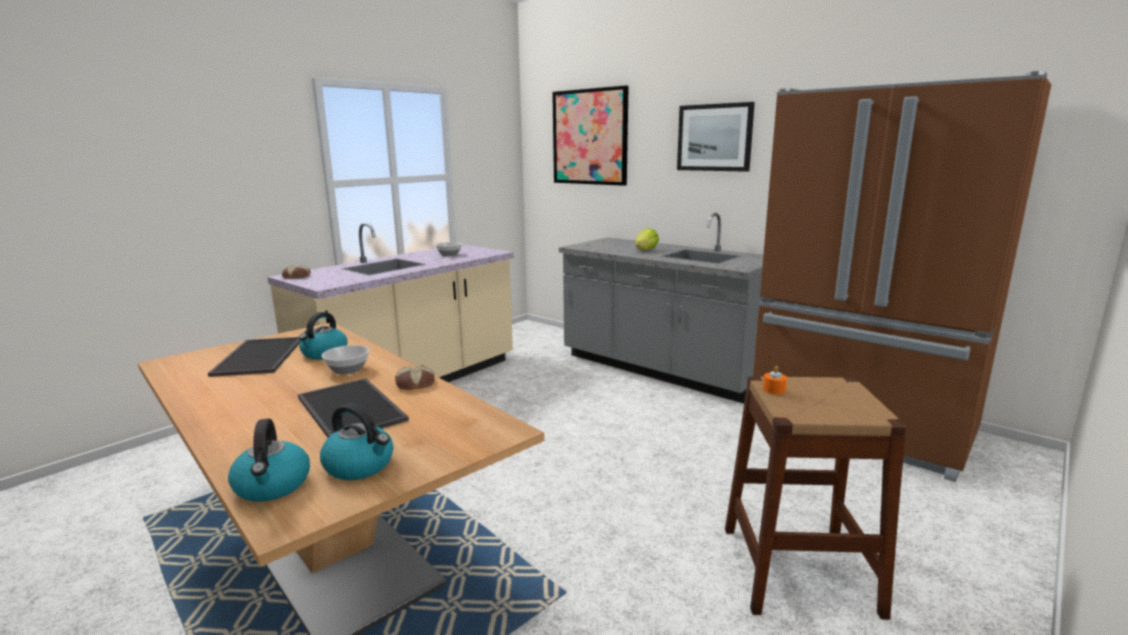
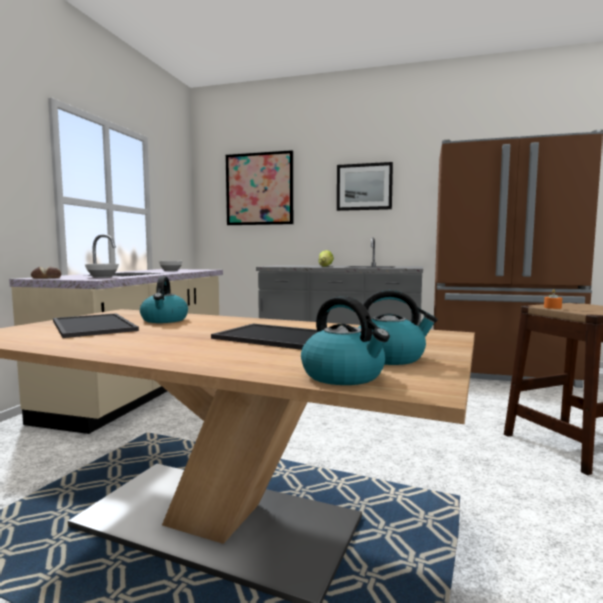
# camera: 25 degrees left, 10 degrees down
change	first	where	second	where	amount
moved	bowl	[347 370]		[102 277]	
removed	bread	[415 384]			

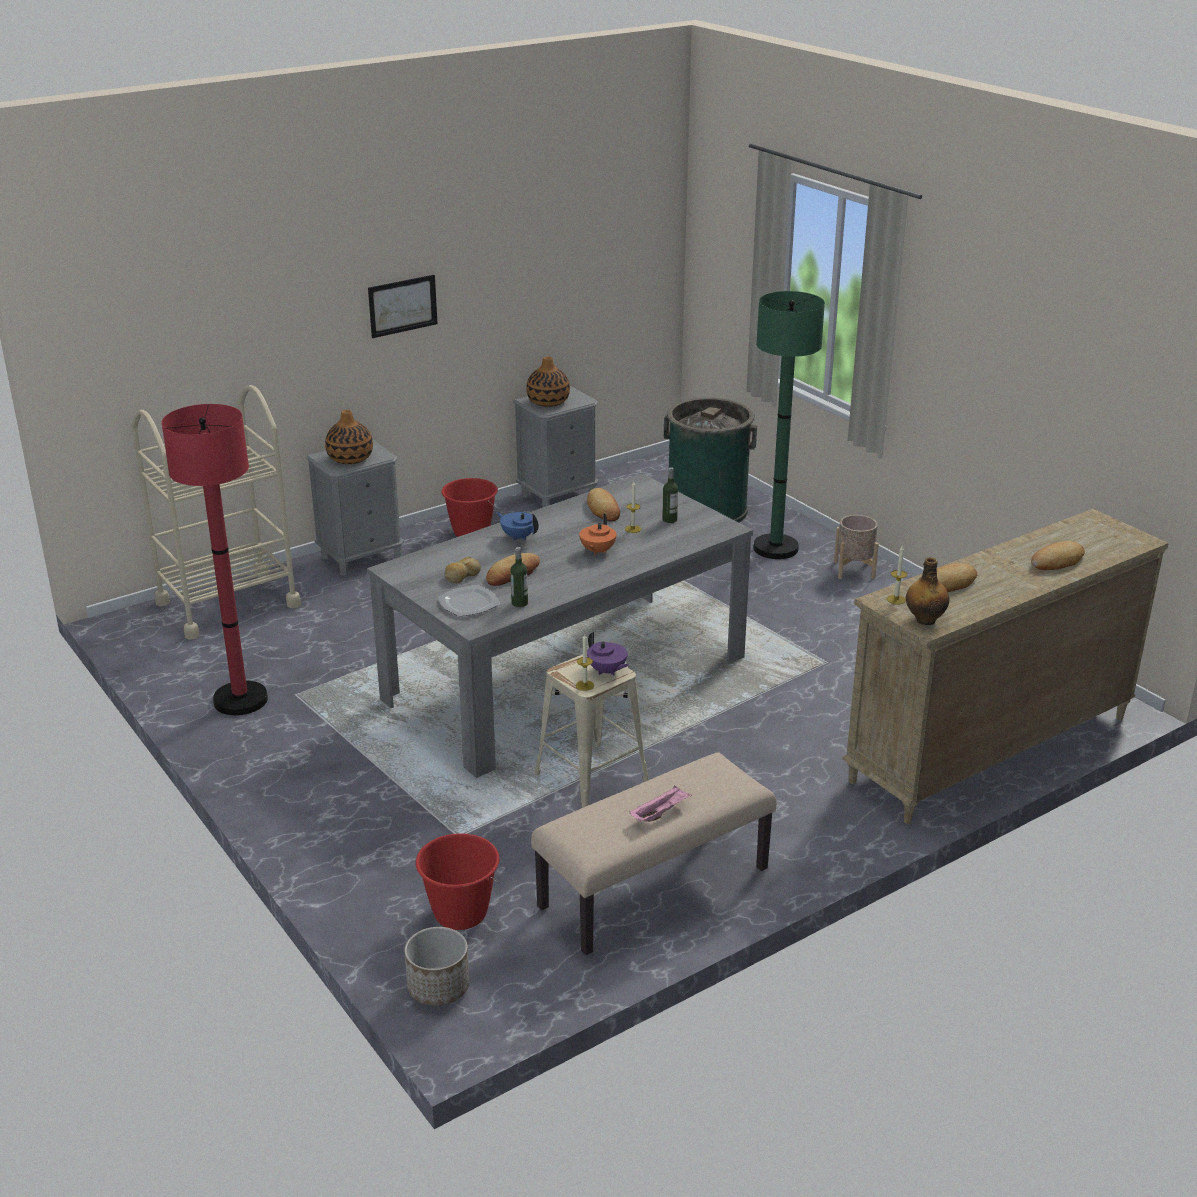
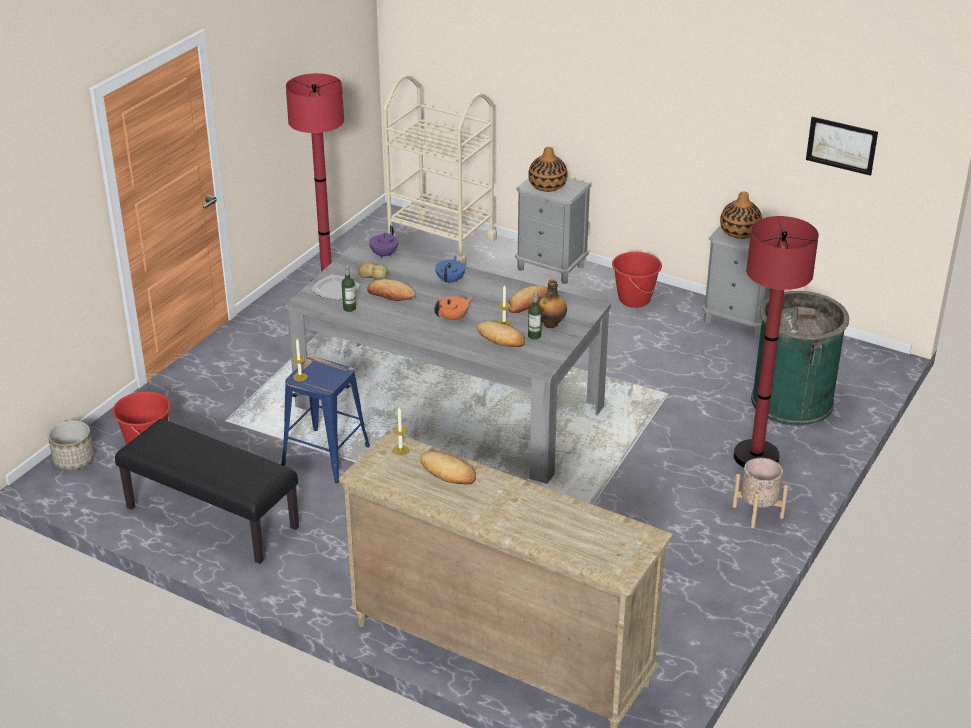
# camera: 65 degrees right, 5 degrees up
change	first	where	second	where	amount
recoloured	bench in beige	[654 889]	bench in black	[211 518]	
recoloured	stool in beige	[592 779]	stool in blue	[325 456]	
moved	teapot in purple	[607 671]		[383 255]	
turned	teapot in orange	[597 551]		[453 318]	150 degrees clockwise
moved	bread	[1057 561]		[501 338]	
moved	bottle	[925 619]		[551 324]	
recoloured	floor lamp in green	[775 548]	floor lamp in red	[756 457]	
moved	picture	[402 305]		[841 145]	
removed	tray in pink	[660 813]			

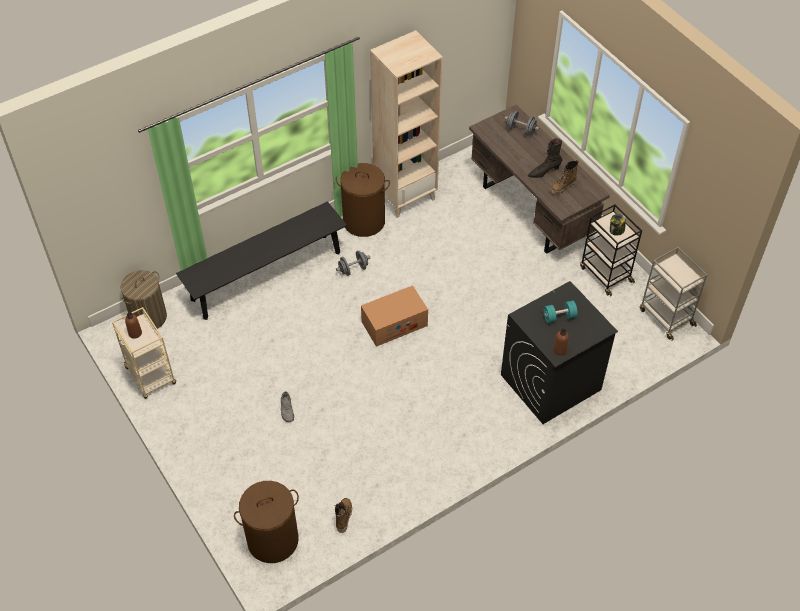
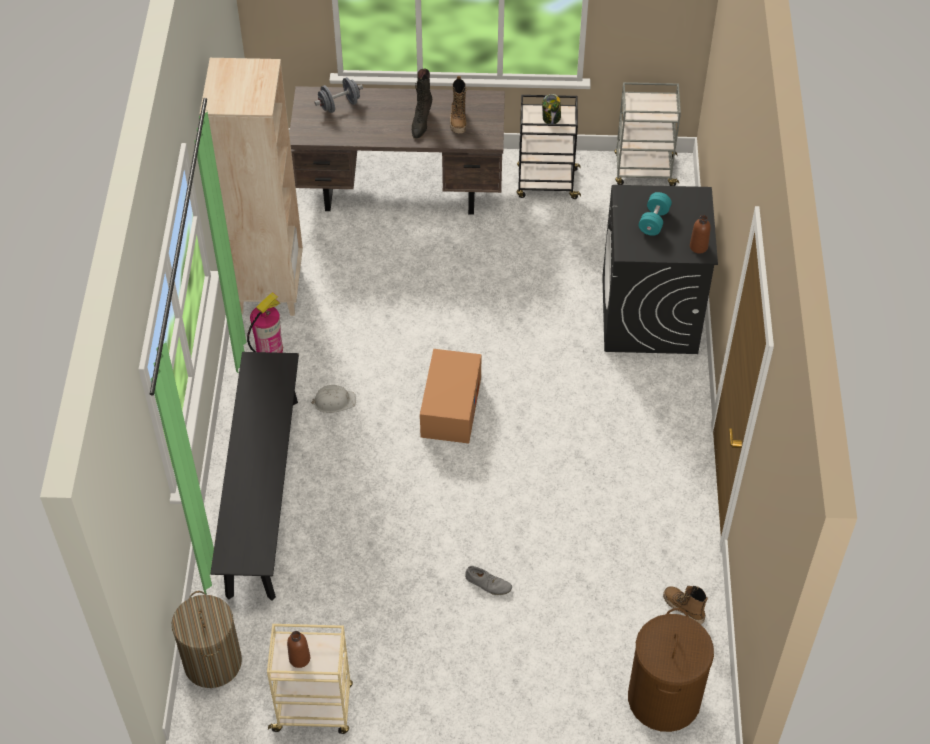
# camera: 55 degrees left, 0 degrees up
change	first	where	second	where	amount
replaced	laundry basket in brown	[364 221]	fire extinguisher	[269 349]	
replaced	dumbbell in grey	[353 269]	hard hat in white	[334 401]	

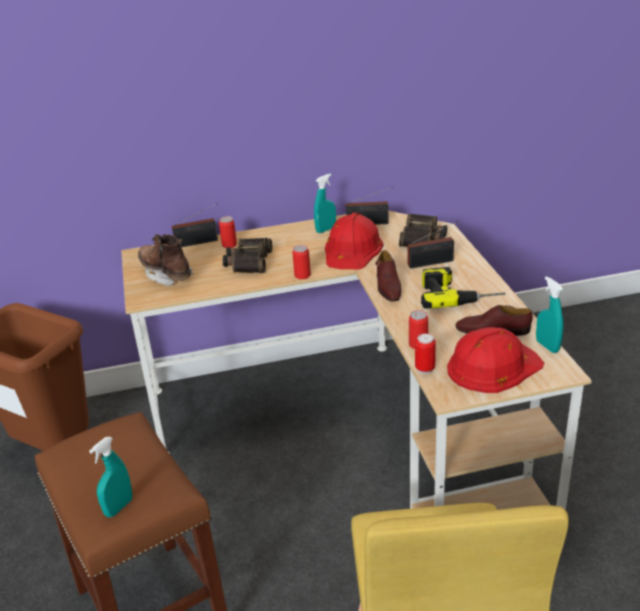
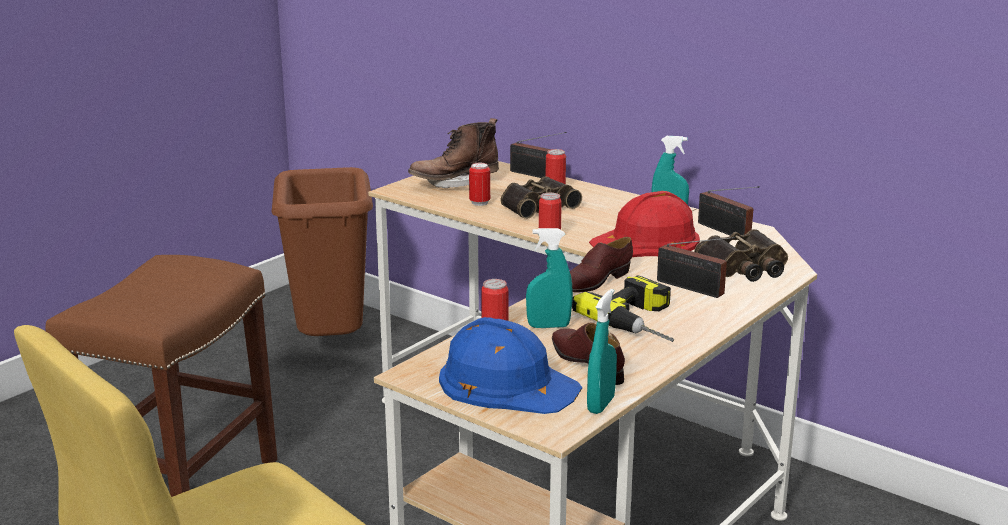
# camera: 50 degrees right, 10 degrees down
change	first	where	second	where	amount
turned	boot in brown	[166 274]		[454 184]	120 degrees counterclockwise
recoloured	hard hat in red	[493 366]	hard hat in blue	[507 383]	
moved	can	[425 369]		[479 203]	
moved	spray bottle in turquoise	[119 507]		[548 326]	

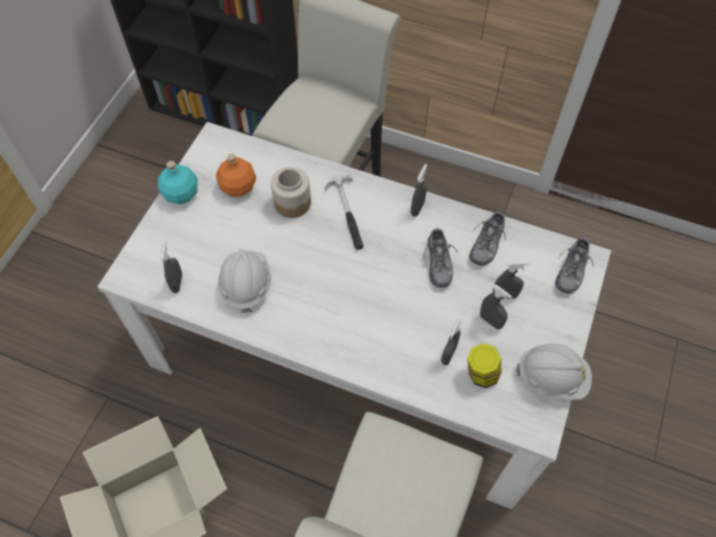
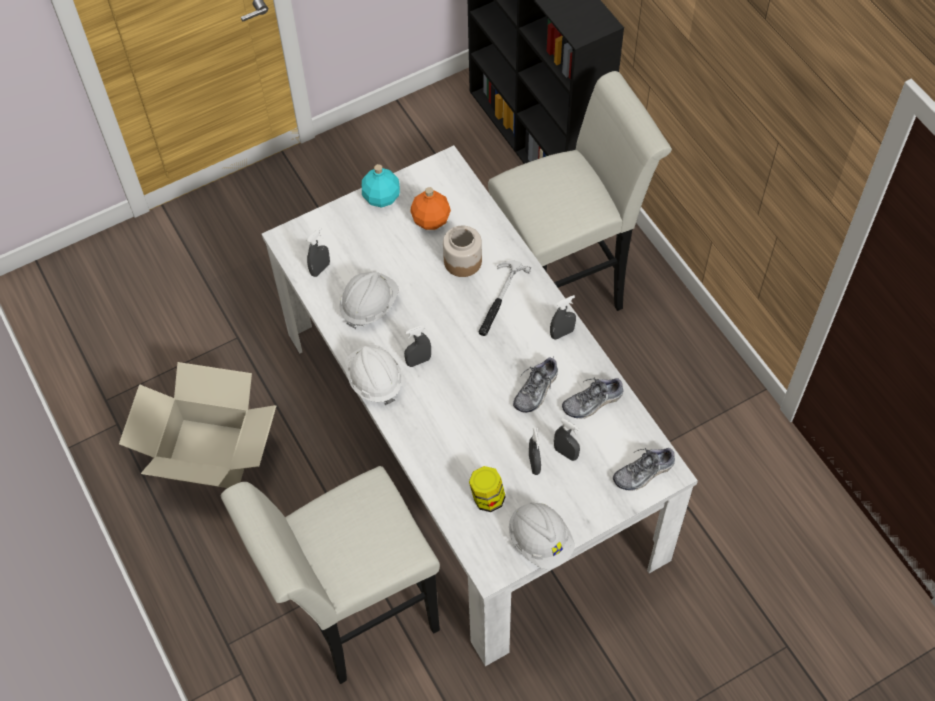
# camera: 40 degrees right, 0 degrees up
change	first	where	second	where	amount
added			hard hat in white	[374 380]	
moved	spray bottle in grey	[448 354]		[418 361]	

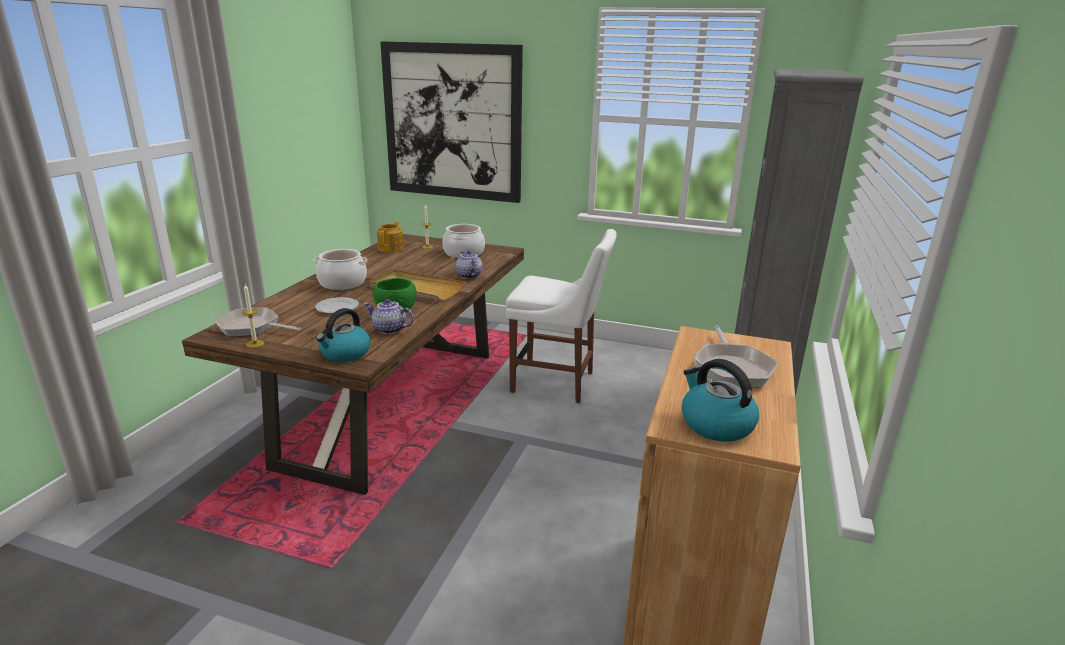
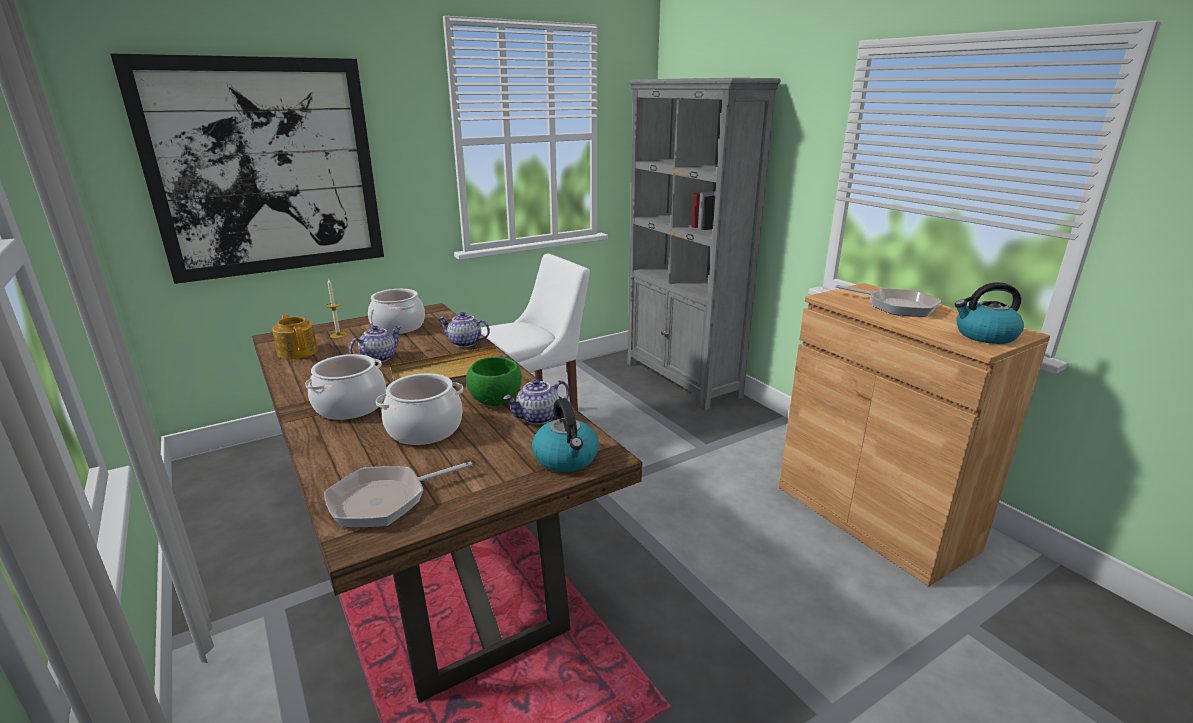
# camera: 50 degrees left, 0 degrees up
change	first	where	second	where	amount
added			teapot	[378 358]	
replaced	plate	[337 308]	cooking pot	[424 429]	
removed	candle	[255 344]			

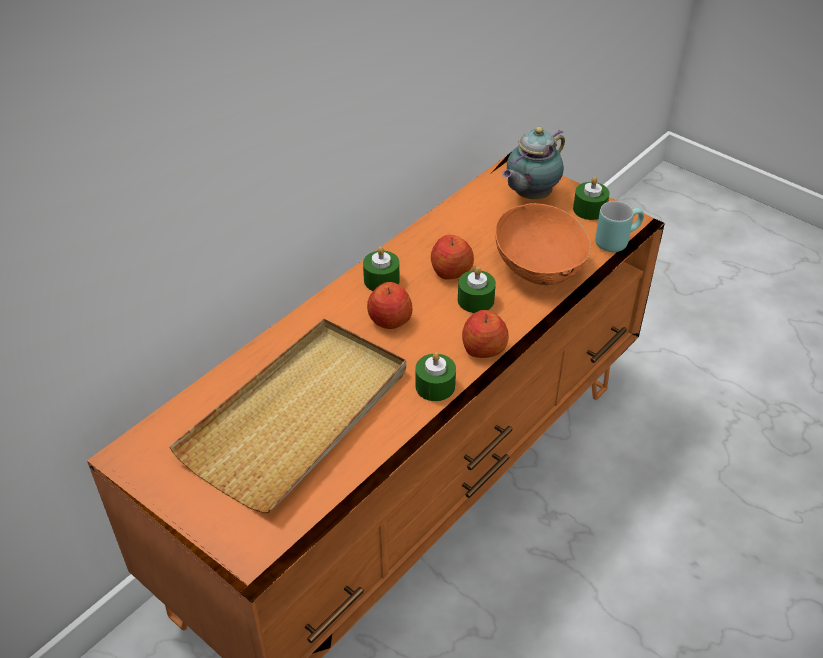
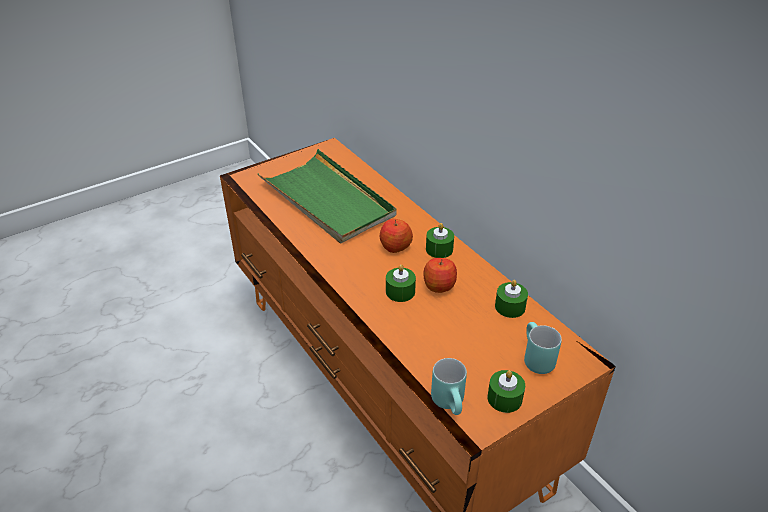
# camera: 105 degrees right, 5 degrees down
change	first	where	second	where	amount
recoloured	tray in beige	[298 416]	tray in green	[327 200]	
moved	candle in green	[435 386]		[510 307]	
replaced	teapot	[529 196]	mug in turquoise	[534 358]	
removed	apple	[483 348]			
removed	bowl in orange	[540 267]			

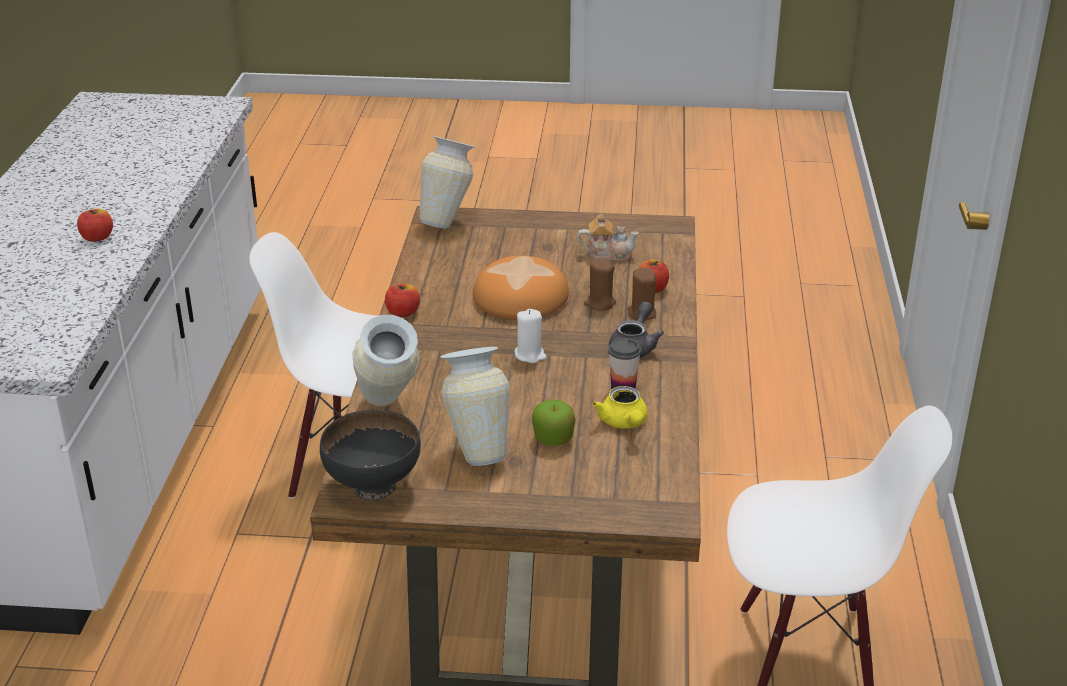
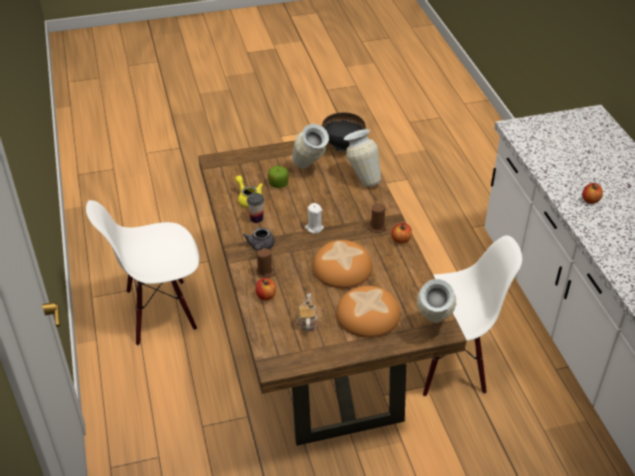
# camera: 160 degrees right, 10 degrees up
change	first	where	second	where	amount
turned	teapot	[607 254]		[307 321]	105 degrees clockwise
added			bread	[368 315]	
moved	candle in brown	[600 303]		[377 227]	

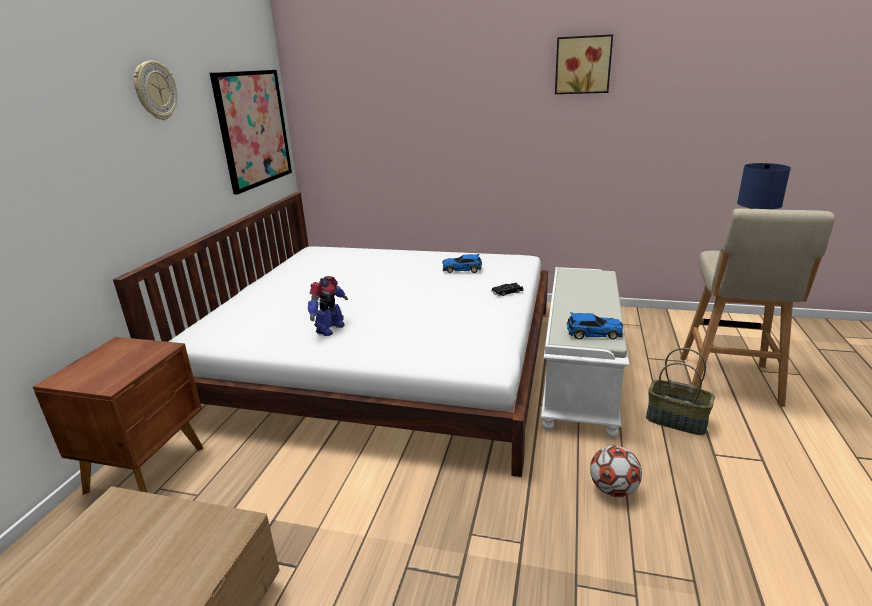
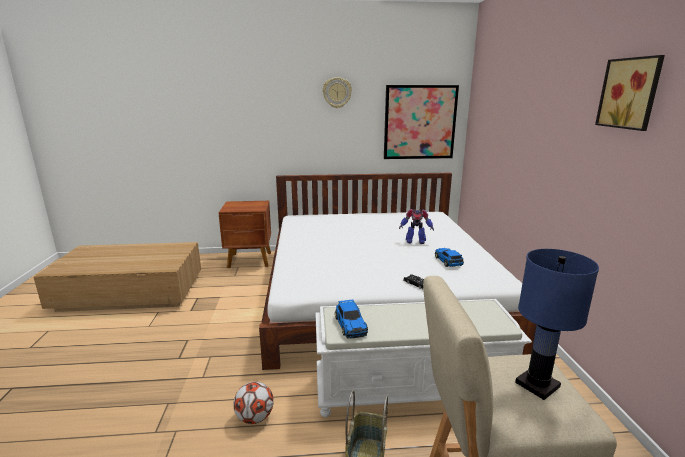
# camera: 70 degrees right, 5 degrees down
change	first	where	second	where	amount
moved	toy robot	[329 329]		[415 241]	

